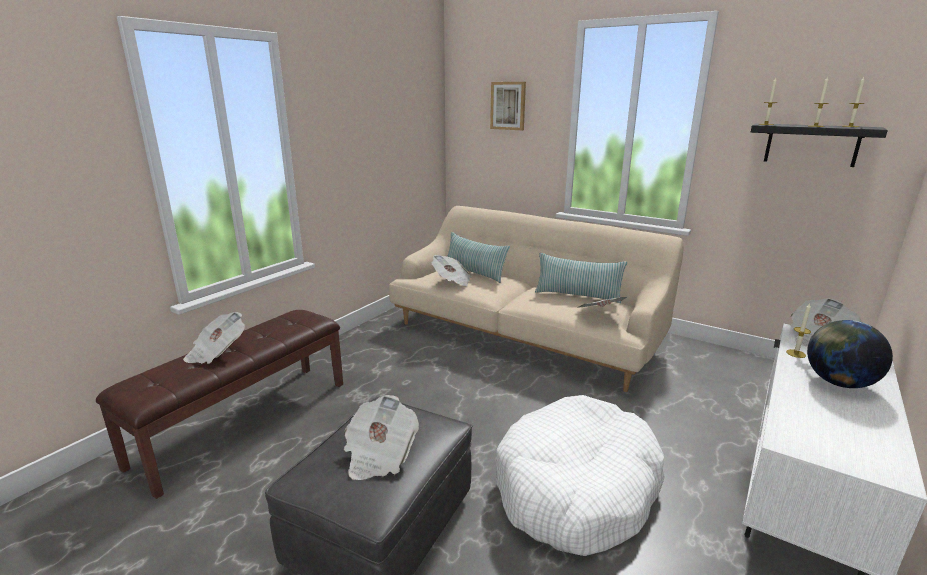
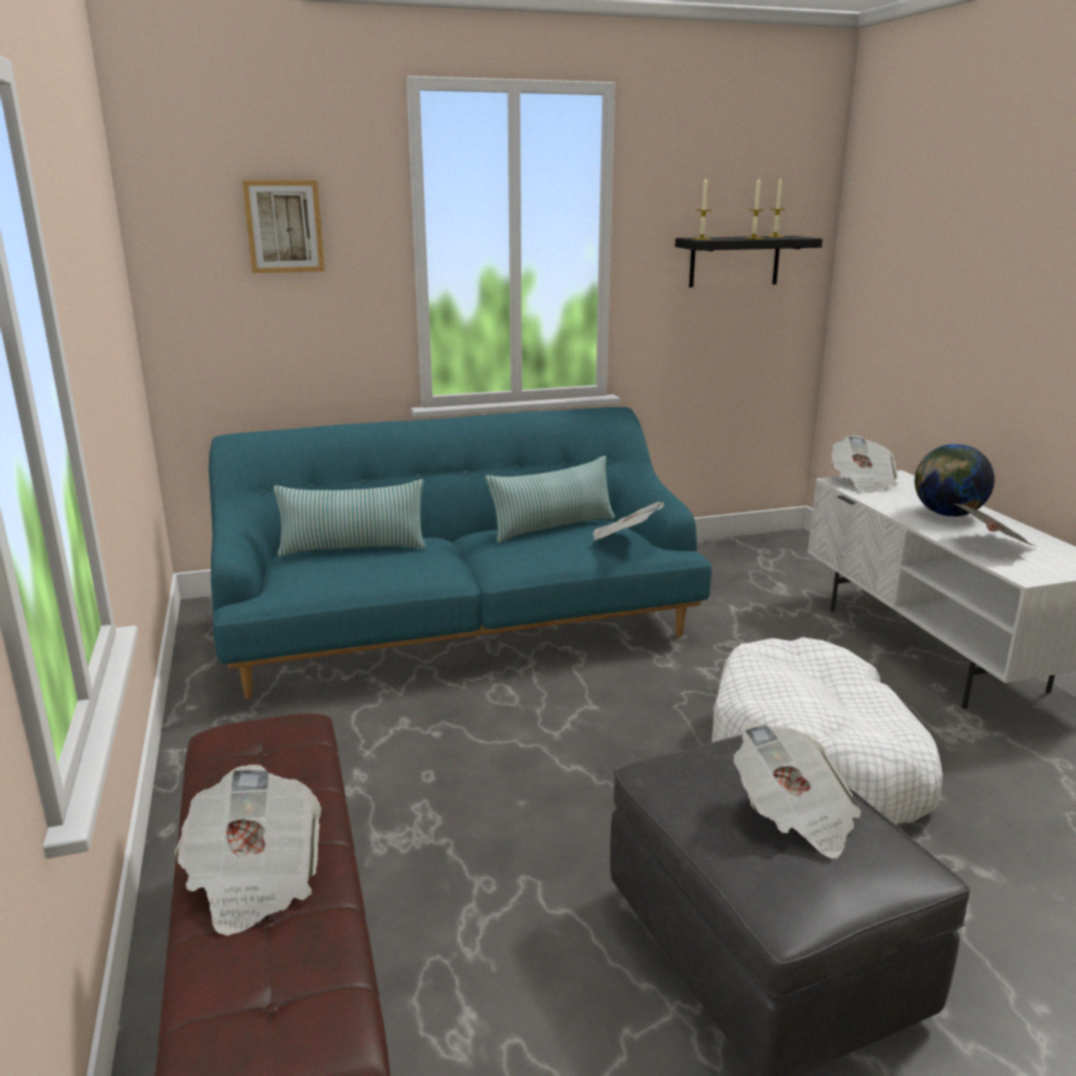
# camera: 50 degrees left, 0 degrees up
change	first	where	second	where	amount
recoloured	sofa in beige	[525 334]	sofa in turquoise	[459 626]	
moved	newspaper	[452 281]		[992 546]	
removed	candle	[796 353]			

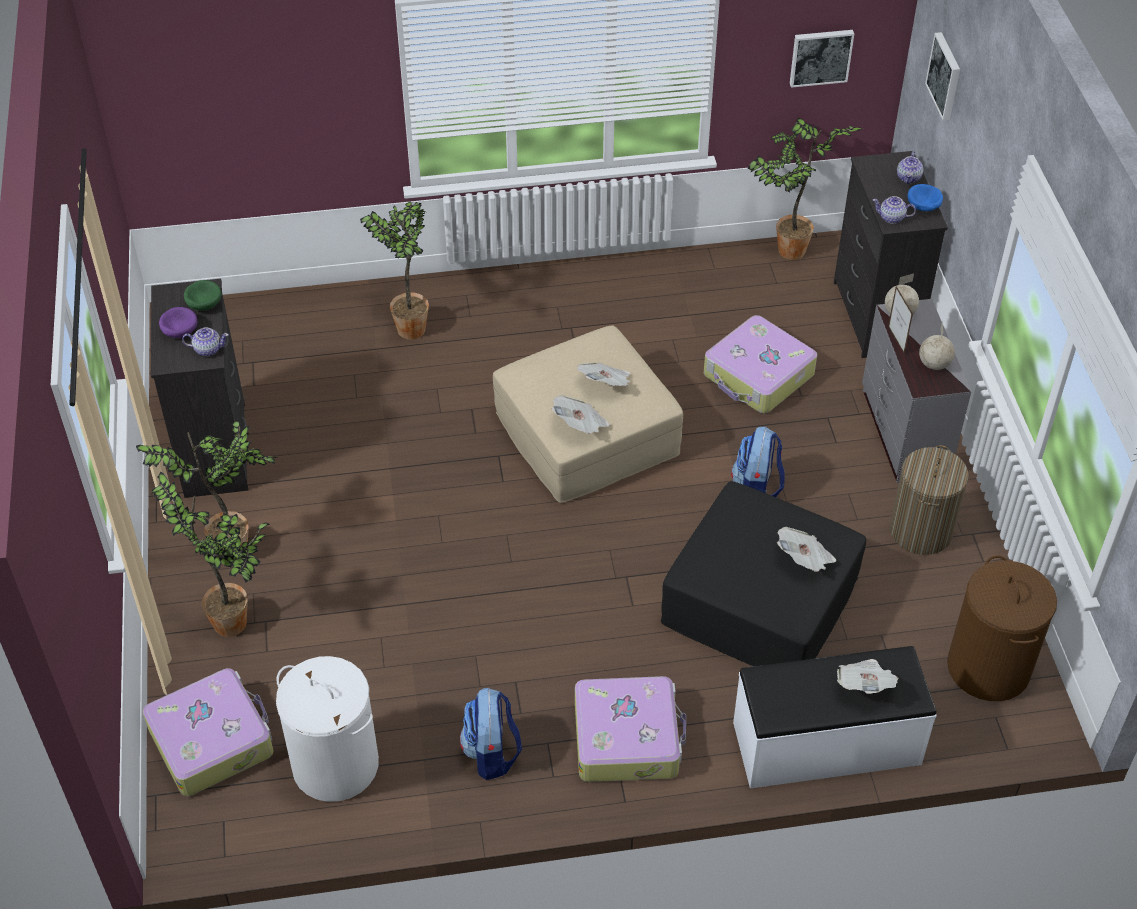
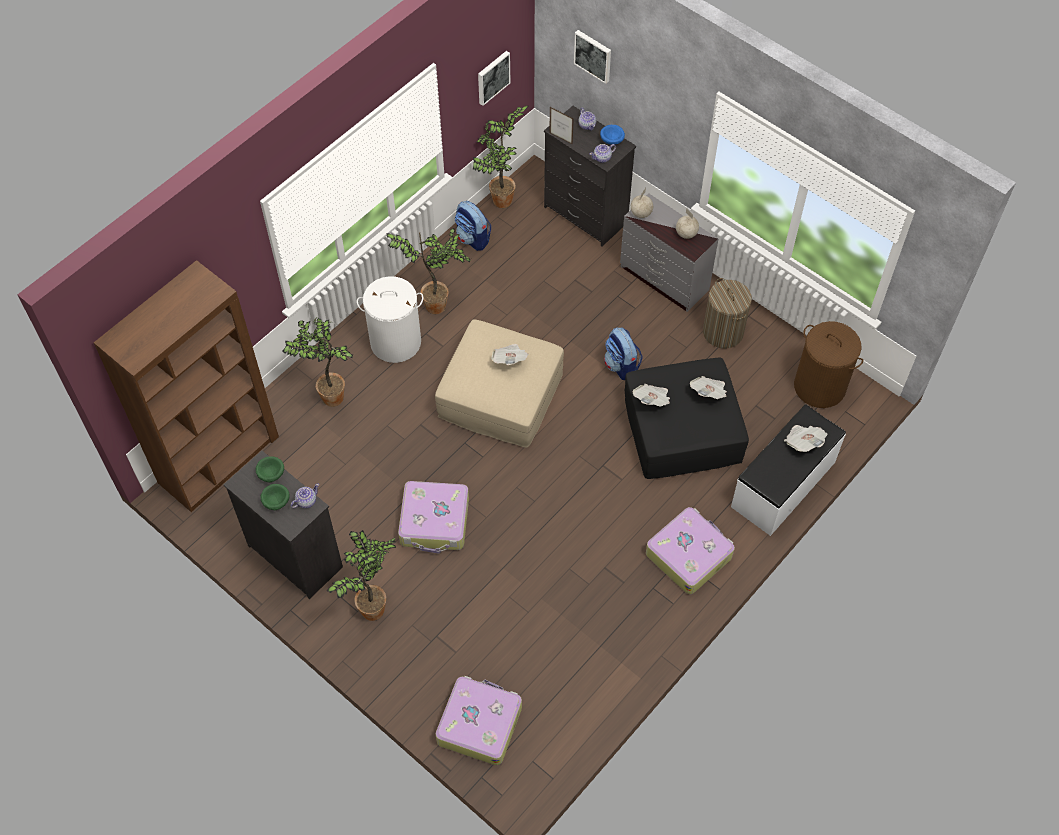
# camera: 40 degrees left, 10 degrees up
change	first	where	second	where	amount
added			bookcase in brown	[219 459]	
recoloured	bowl in purple	[179 331]	bowl in green	[276 501]	
moved	laundry basket in white	[336 764]		[396 342]	
moved	potted plant	[235 624]		[438 305]	
moved	suitcase	[758 376]		[435 522]	
moved	backpack	[492 753]		[473 238]	
moved	picture frame	[896 340]		[561 138]	
moved	newspaper	[580 425]		[652 400]	

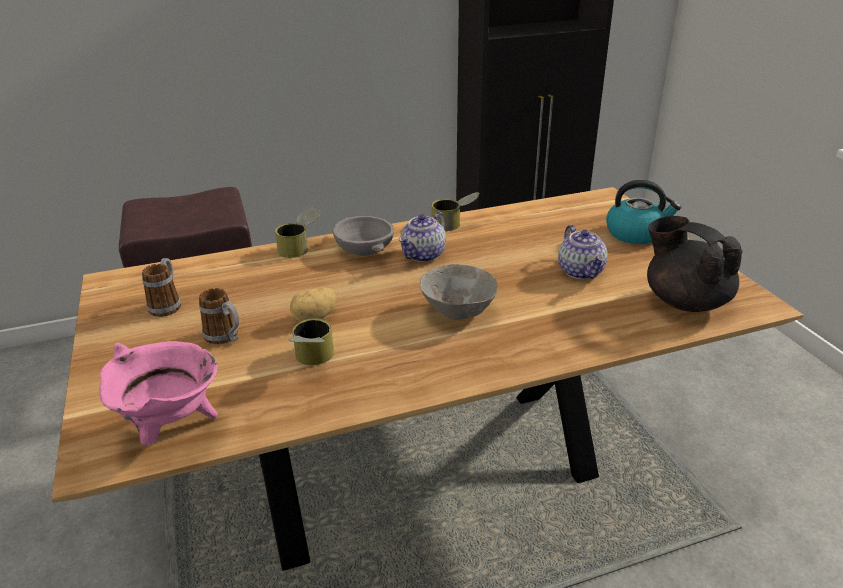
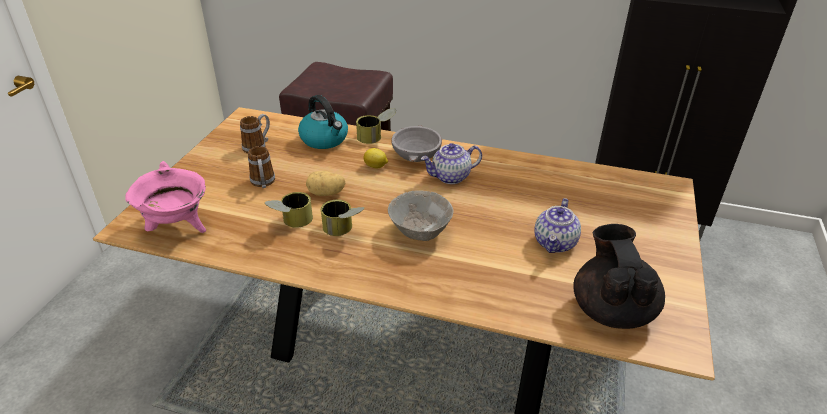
# camera: 35 degrees right, 5 degrees up
change	first	where	second	where	amount
moved	kettle	[636 233]		[325 139]	
moved	can	[454 225]		[343 230]	
added			lemon	[376 166]	

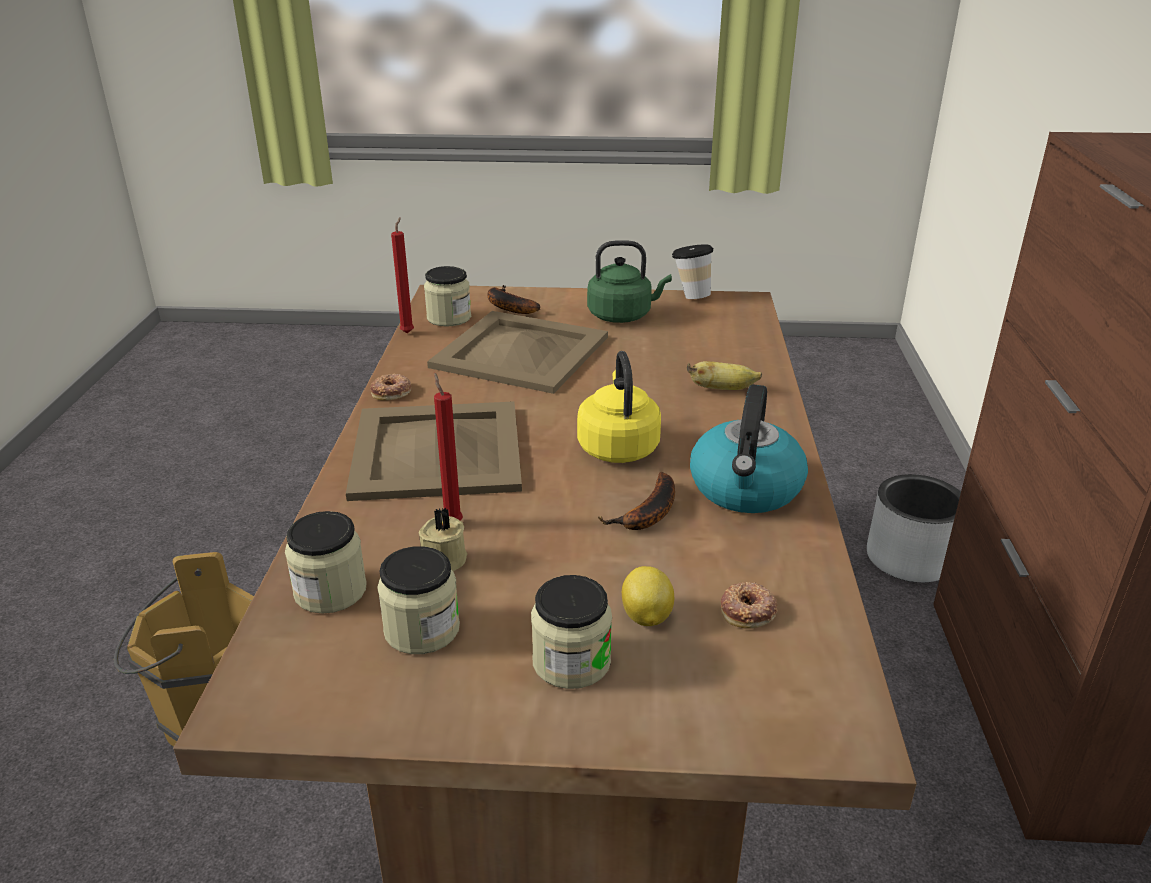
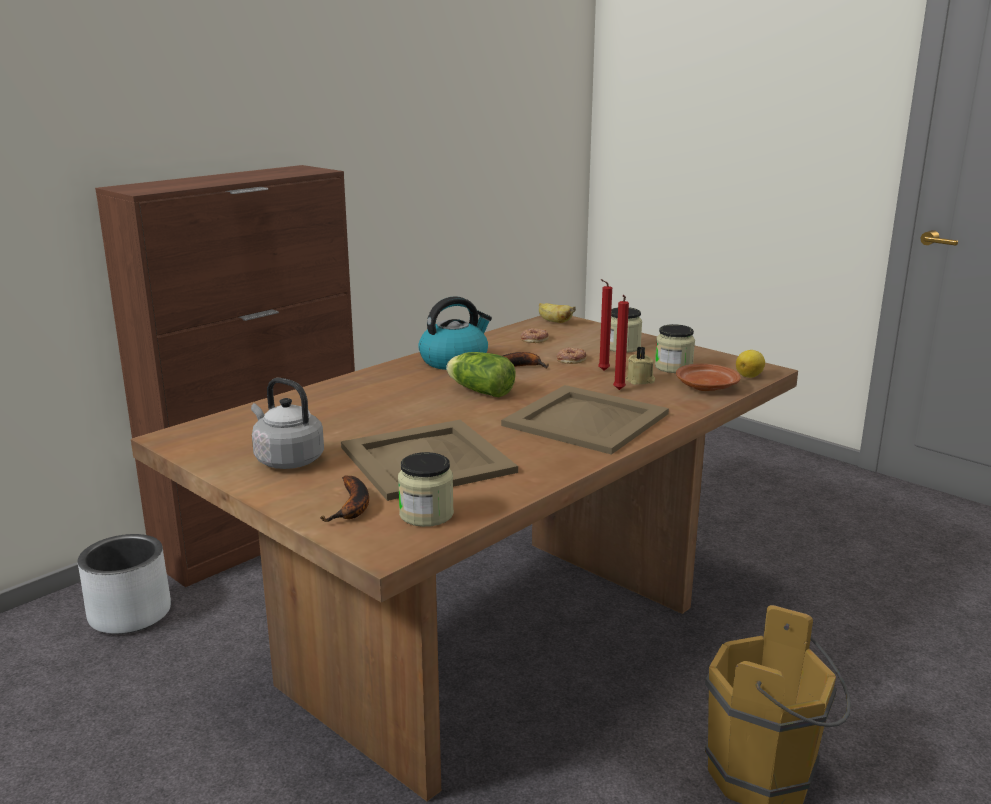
# camera: 140 degrees left, 10 degrees down
change	first	where	second	where	amount
recoloured	kettle in green	[623 316]	kettle in grey	[287 460]	
replaced	kettle in yellow	[617 447]	lettuce	[479 391]	
moved	banana	[722 389]		[554 321]	
moved	donut	[392 392]		[571 359]	
moved	candle in red	[408 332]		[602 371]	
replaced	jar	[330 591]	plate in brown	[706 386]	
moved	lemon	[646 617]		[749 376]	
removed	cup	[690 296]			

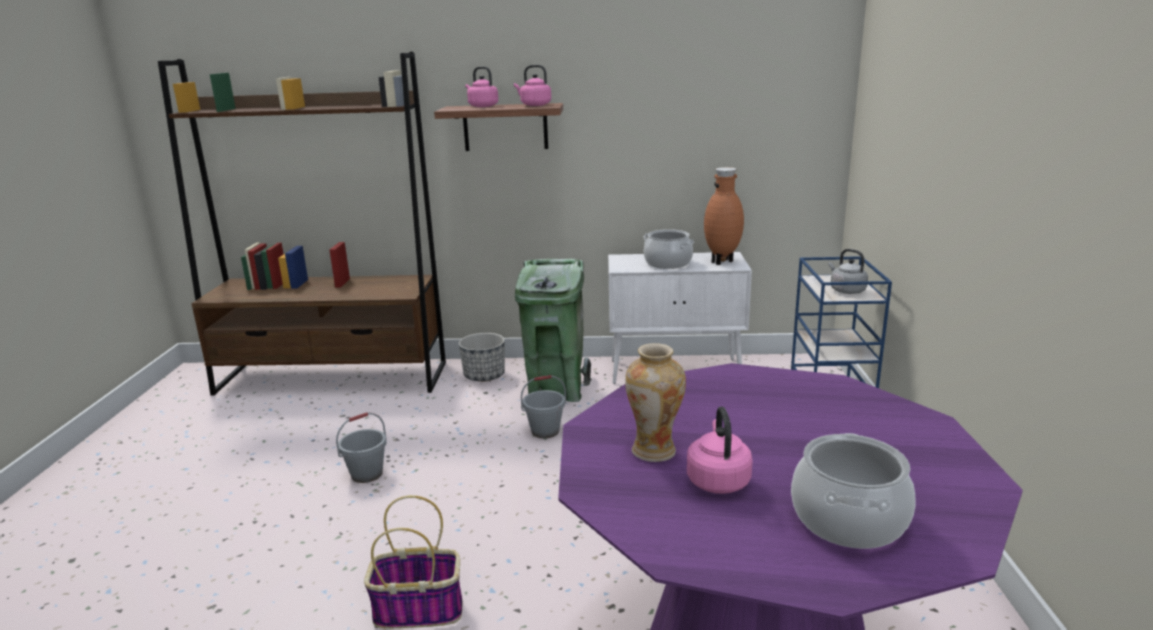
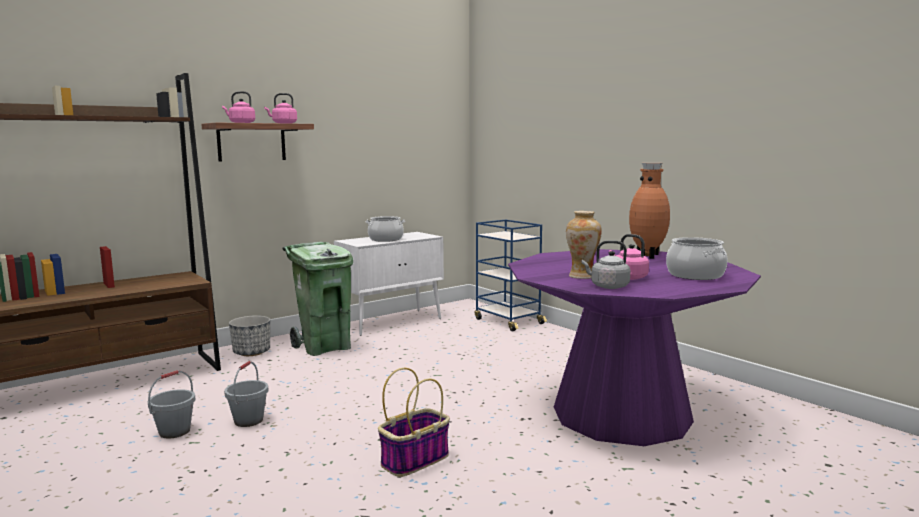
# camera: 40 degrees left, 10 degrees down
change	first	where	second	where	amount
moved	bucket in grey	[545 431]		[174 431]	
moved	kettle in grey	[846 290]		[607 286]	
moved	vase in brown	[723 262]		[648 256]	

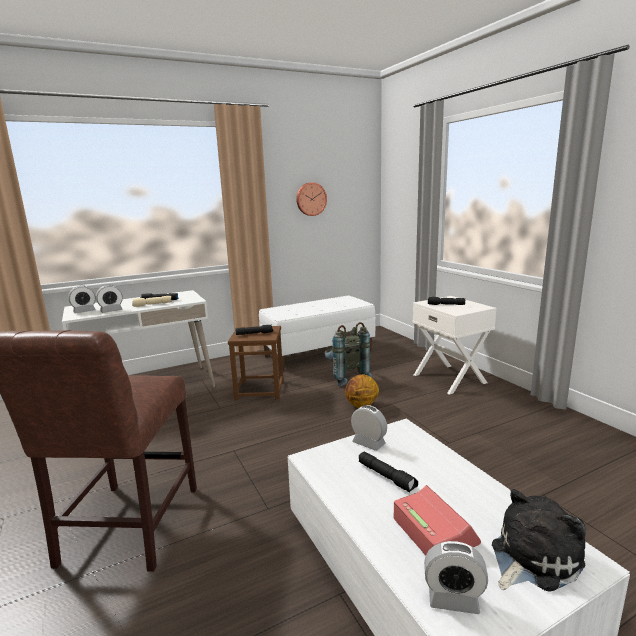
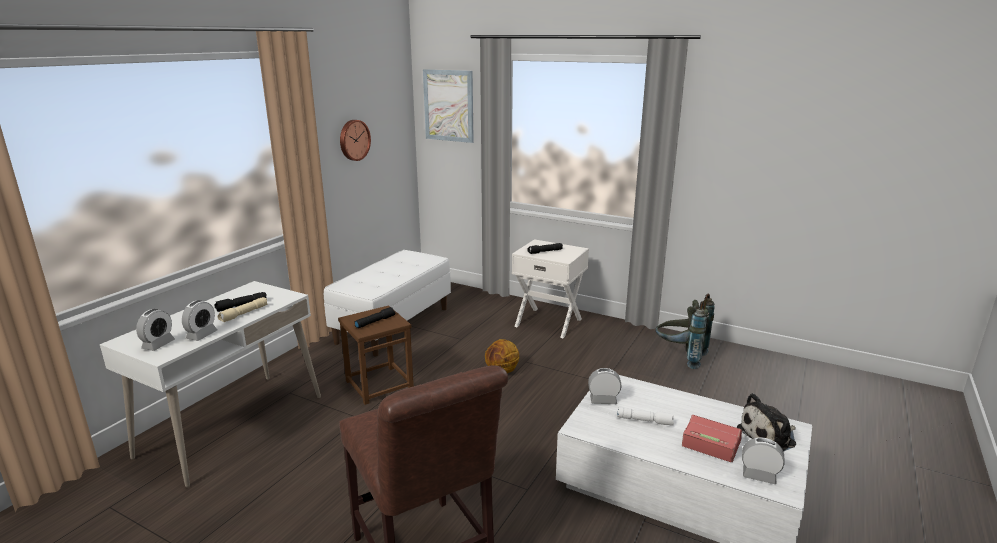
# camera: 35 degrees left, 5 degrees up
change	first	where	second	where	amount
added			picture	[448 105]	
recoloured	flashlight in black	[387 477]	flashlight in white	[645 420]	
moved	backpack in grey	[345 377]		[680 357]	
turned	plush toy	[531 557]		[769 436]	135 degrees counterclockwise
turned	alarm clock	[453 599]		[759 475]	135 degrees counterclockwise

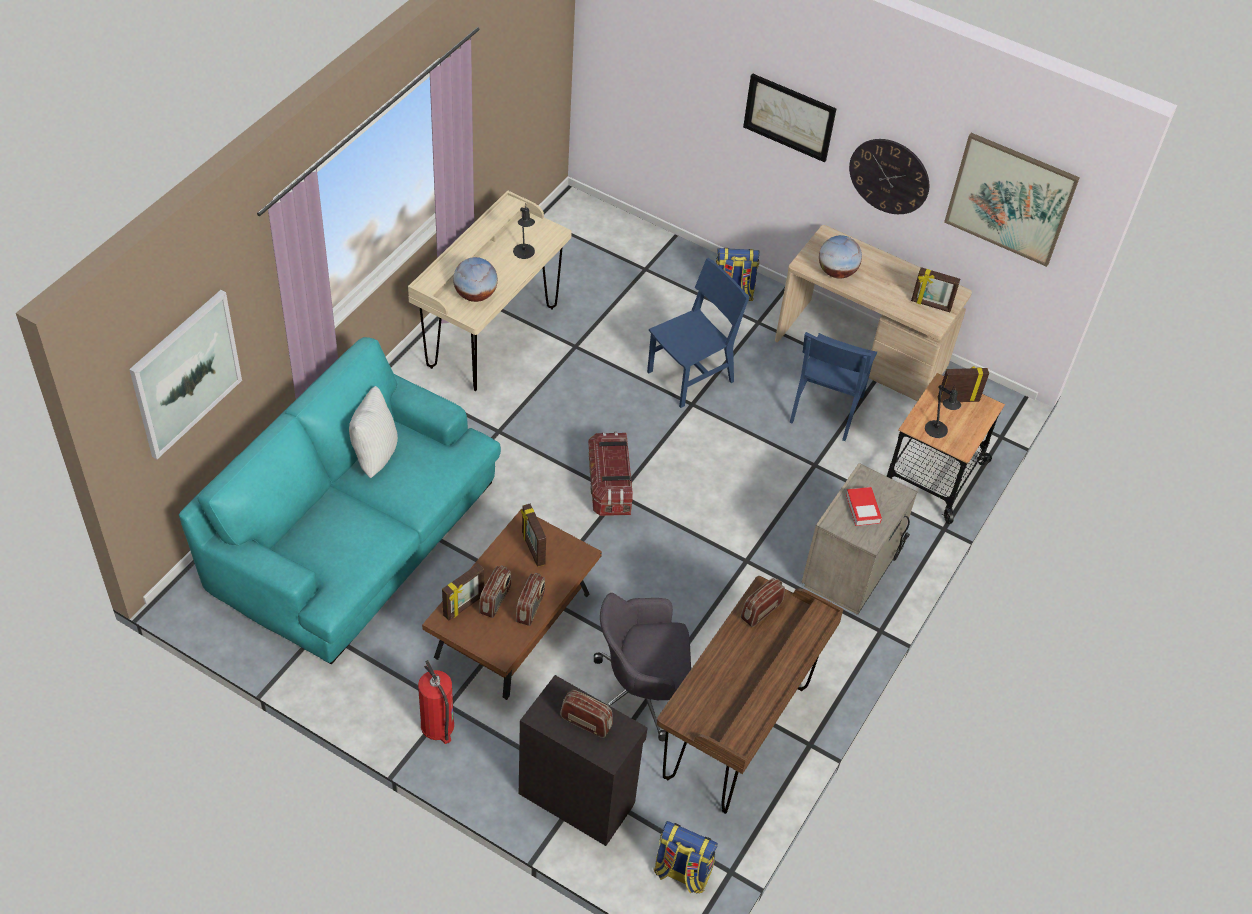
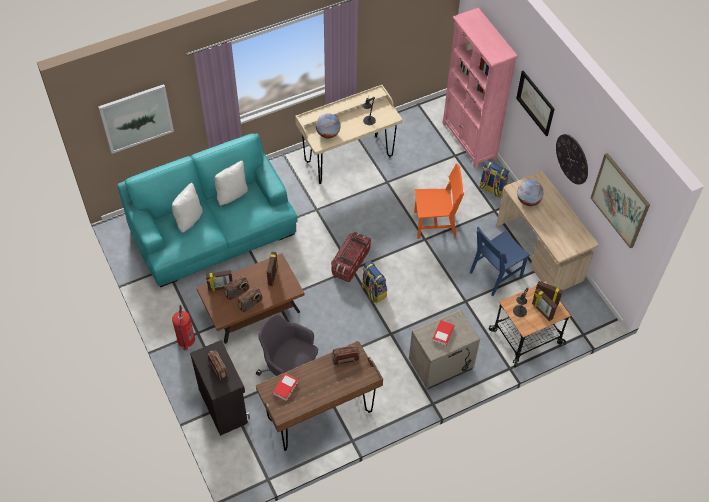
# camera: 35 degrees right, 5 degrees up
change	first	where	second	where	amount
added			pillow in white	[188 219]	
added			book	[285 388]	
moved	backpack	[681 872]		[373 291]	
recoloured	chair in blue	[690 376]	chair in orange	[435 224]	
added			bookcase in pink	[469 141]	
moved	picture frame	[931 305]		[541 312]	

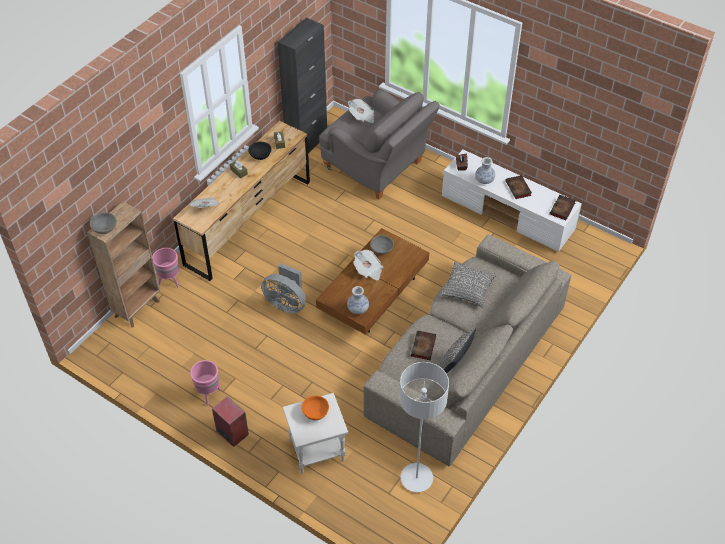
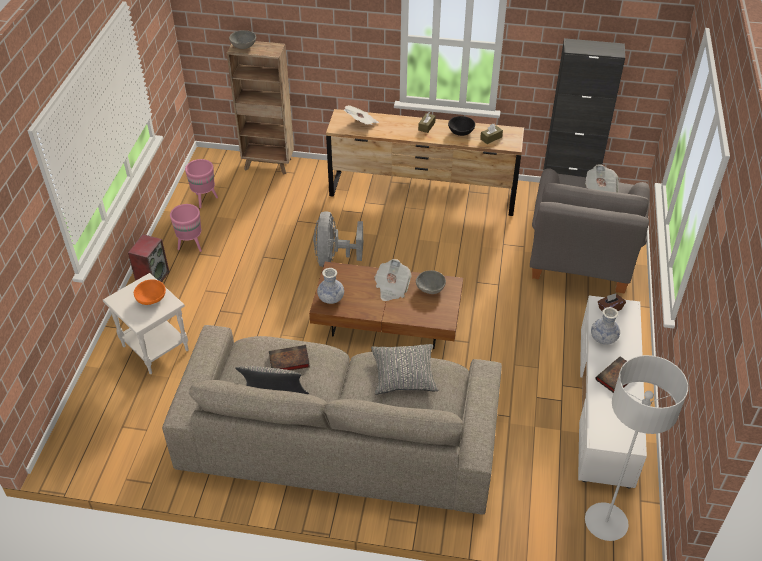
# camera: 65 degrees right, 5 degrees down
change	first	where	second	where	amount
moved	planter in pink	[169 281]		[205 199]	
moved	floor lamp in grey	[416 478]		[606 522]	
removed	book	[562 209]			

